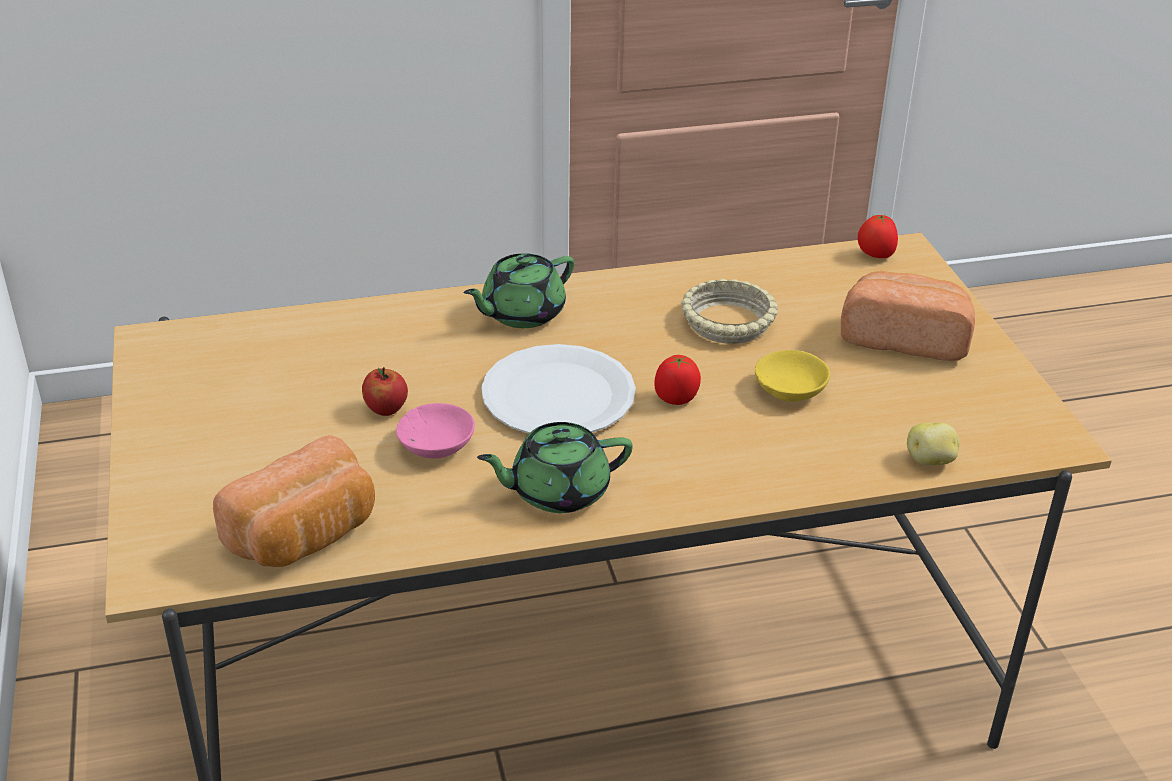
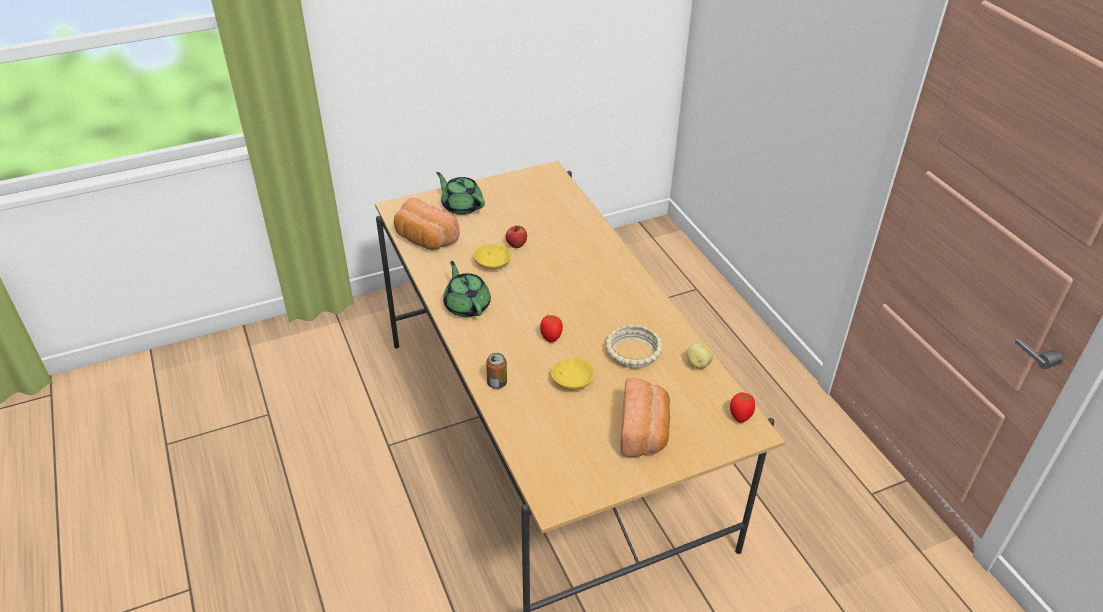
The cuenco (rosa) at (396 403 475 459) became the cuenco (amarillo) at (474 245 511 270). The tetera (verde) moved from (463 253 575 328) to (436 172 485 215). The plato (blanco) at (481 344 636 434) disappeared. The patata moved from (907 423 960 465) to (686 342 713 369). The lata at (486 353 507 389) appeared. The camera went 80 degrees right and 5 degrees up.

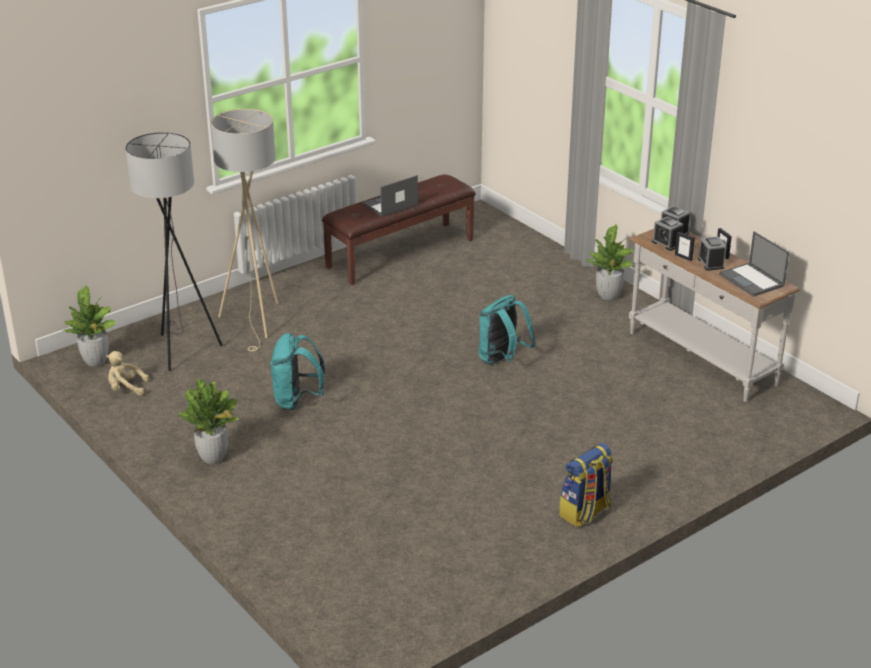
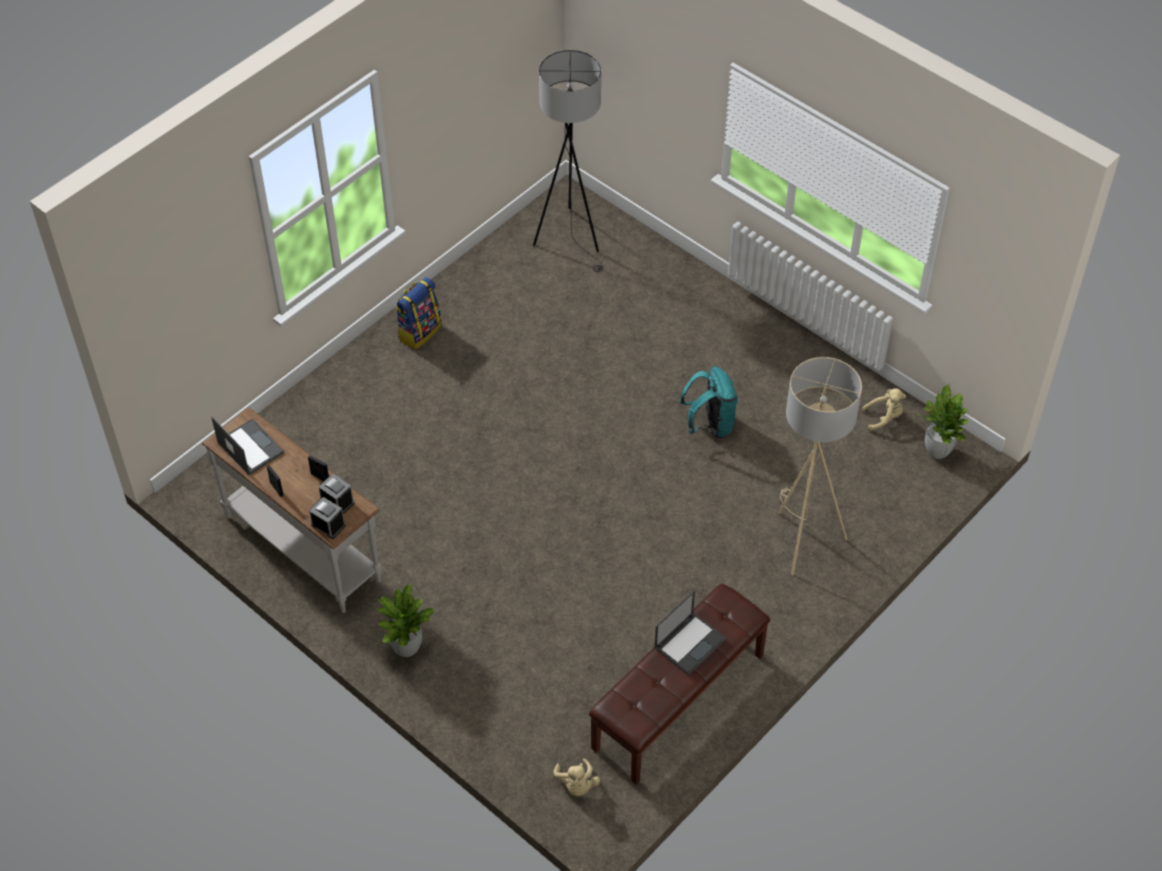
The lámpara de pie (gris) moved from (125 132 223 371) to (533 50 603 272). The planta en maceta at (179 379 238 464) disappeared. The mochila (turquesa) at (479 295 536 364) disappeared. The despertador at (698 236 726 271) disappeared. The peluche (beis) at (554 758 600 796) appeared. The camera went 170 degrees right and 20 degrees up.

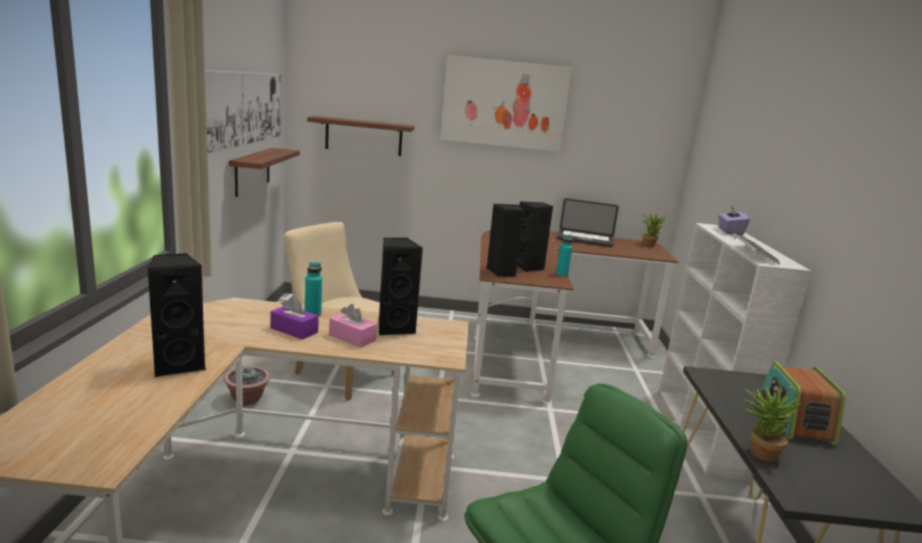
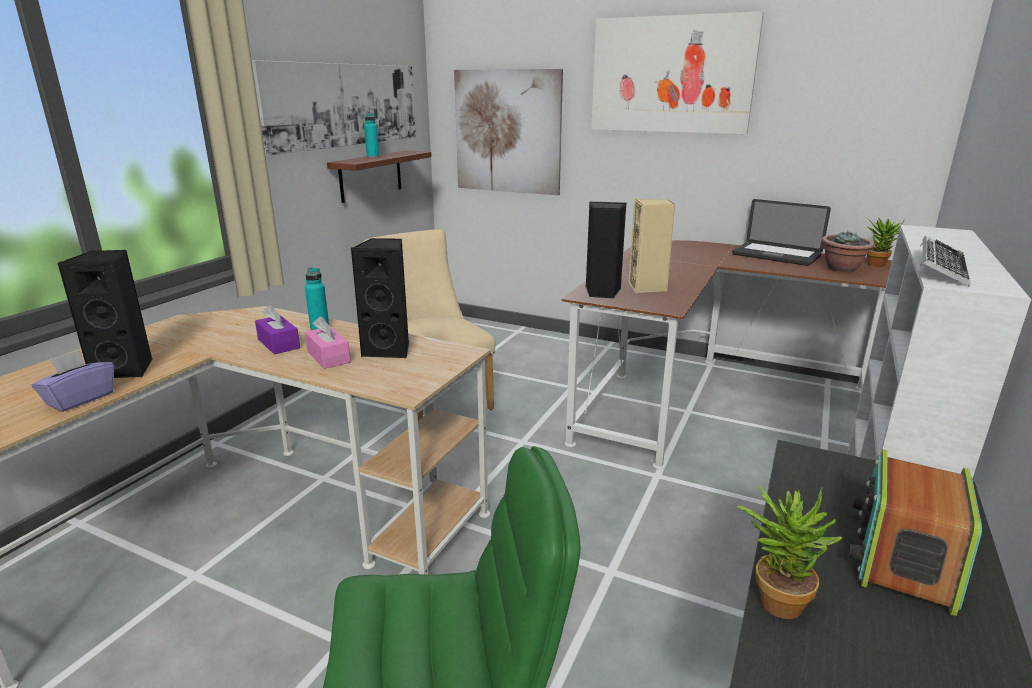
The planta en maceta moved from (224 366 270 405) to (822 231 875 273). The estante at (307 116 415 156) was replaced by the cuadro at (454 69 563 195). The altavoz (negro) at (517 201 553 272) became the altavoz (beis) at (628 199 675 293). The botella (turquesa) moved from (556 235 573 277) to (364 113 379 158). The caja de pañuelos (morado) moved from (718 205 750 235) to (32 350 114 412). The camera went 25 degrees right and 5 degrees up.

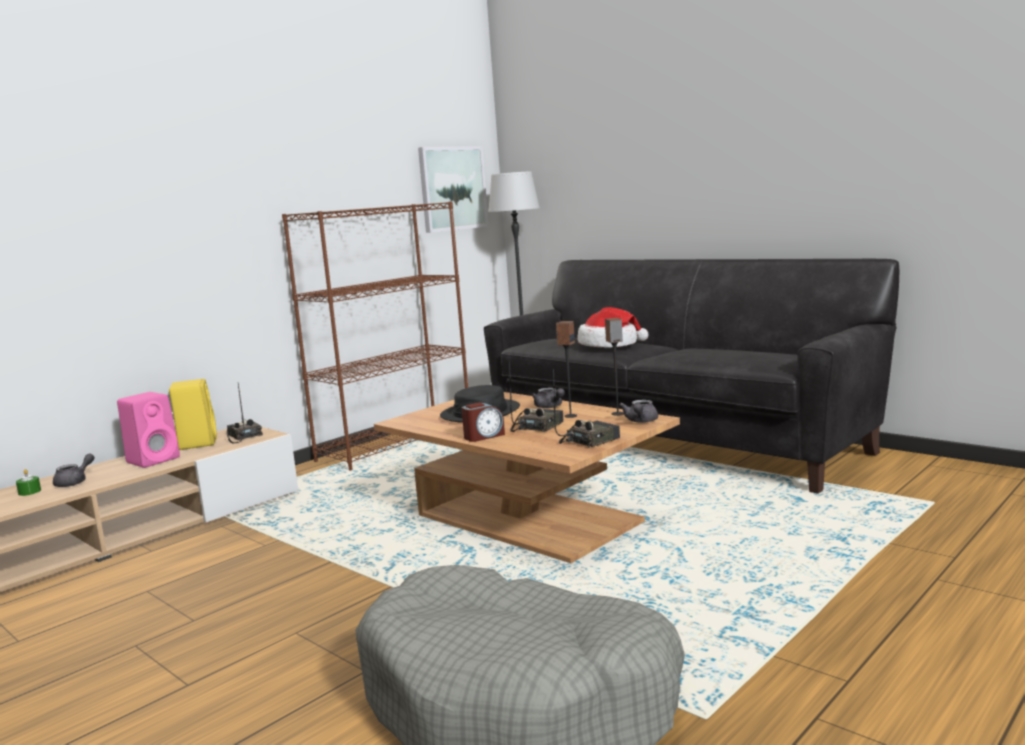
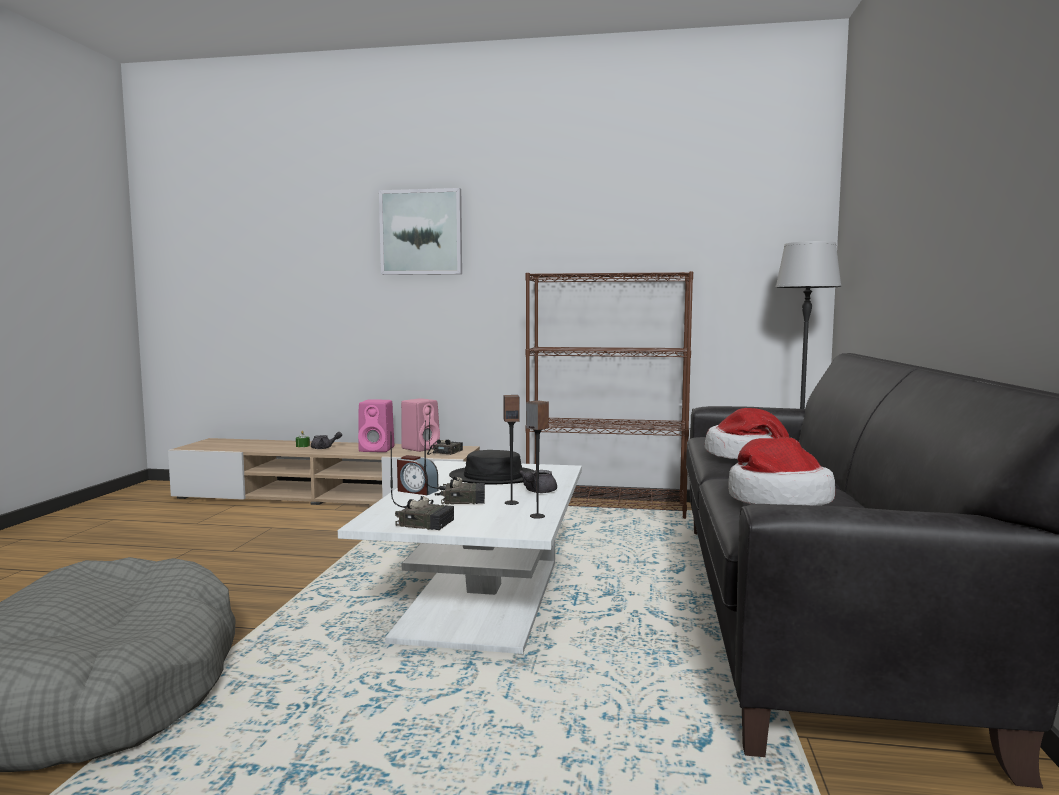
The altavoz (amarillo) at (169 379 217 450) became the altavoz (rosa) at (401 398 440 452). The mesa de centro (marrón) at (374 392 680 563) became the mesa de centro (blanco) at (338 461 582 654). The cuadro moved from (418 146 489 233) to (379 188 462 275). The tetera (gris) at (619 400 658 423) disappeared. The sombrero at (728 437 835 506) appeared. The camera went 55 degrees right and 5 degrees down.

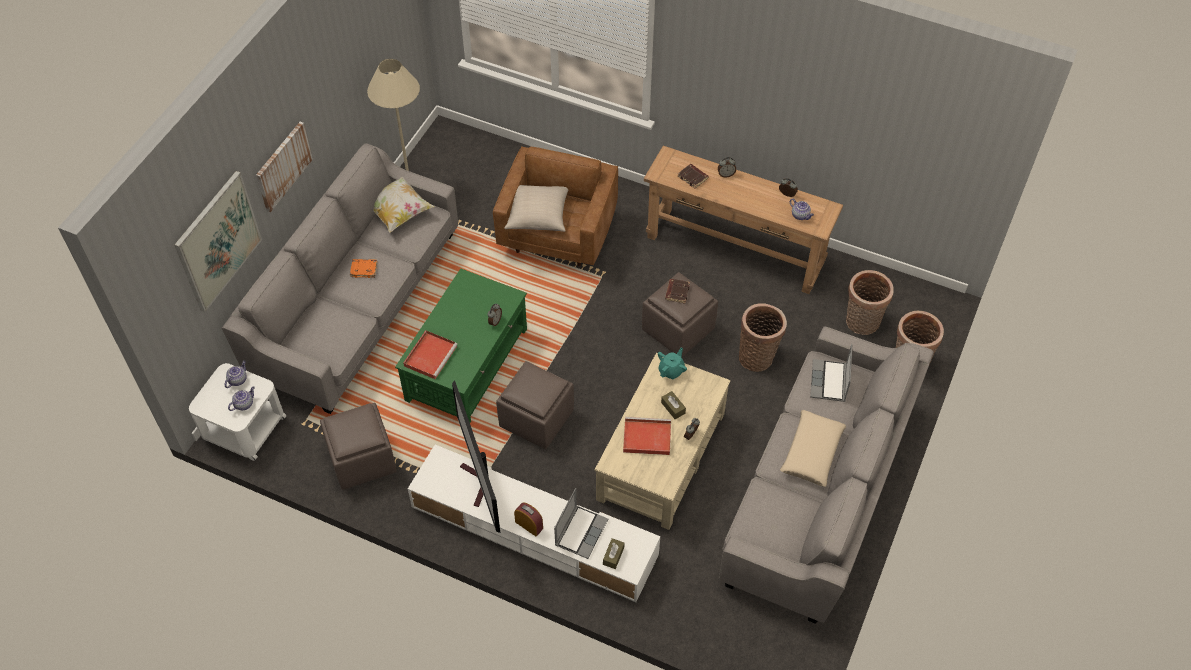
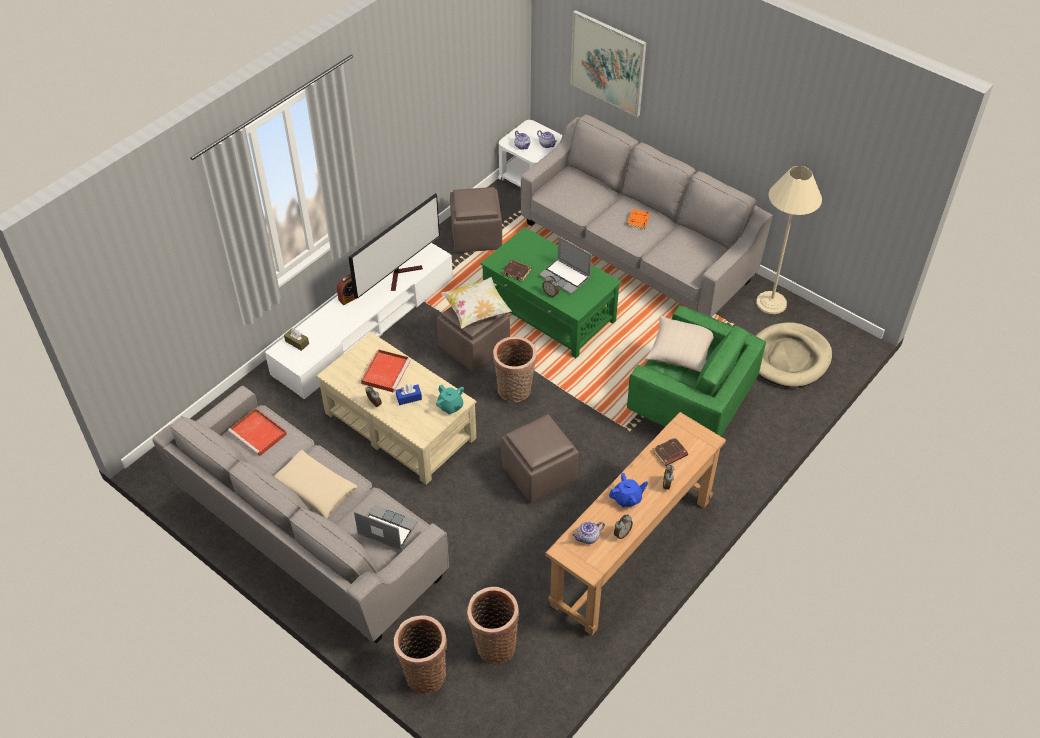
The cuadro at (256 122 313 212) disappeared. The cojín moved from (373 176 435 233) to (441 277 512 329). The bandeja (rojo) moved from (403 330 458 379) to (228 408 287 457). The televisor at (452 381 500 533) turned 135 degrees clockwise. The sillón (marrón) at (493 146 618 266) became the sillón (verde) at (627 305 766 436). The portátil moved from (554 488 608 559) to (539 236 591 294). The caja de pañuelos (marrón) at (661 391 686 419) became the caja de pañuelos (azul) at (396 384 422 405). The libro (marrón) moved from (665 279 690 304) to (502 260 531 282). The cesta moved from (739 303 787 372) to (493 336 537 402). The tetera (azul) at (609 473 648 507) appeared. The cama para perro (beis) at (756 322 832 387) appeared. The camera went 105 degrees right and 5 degrees down.

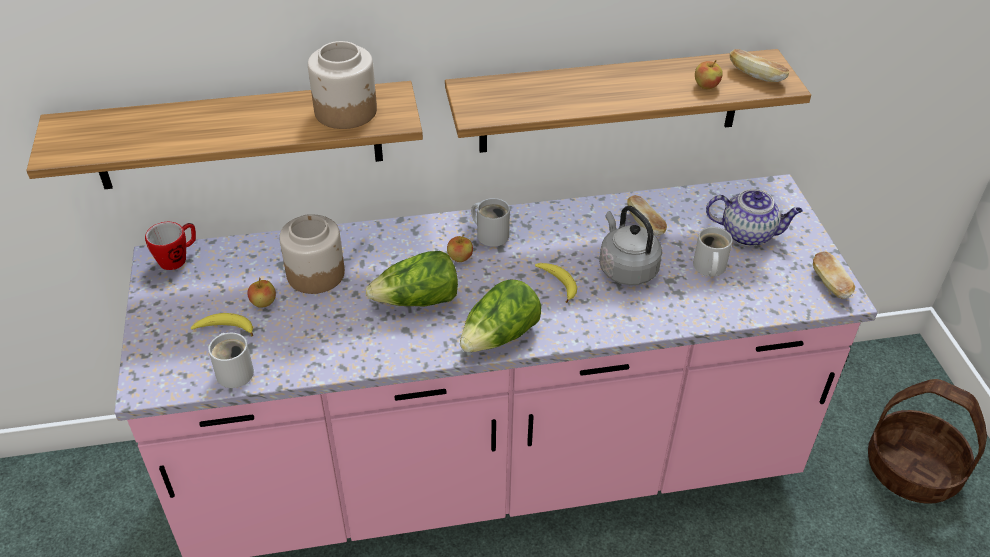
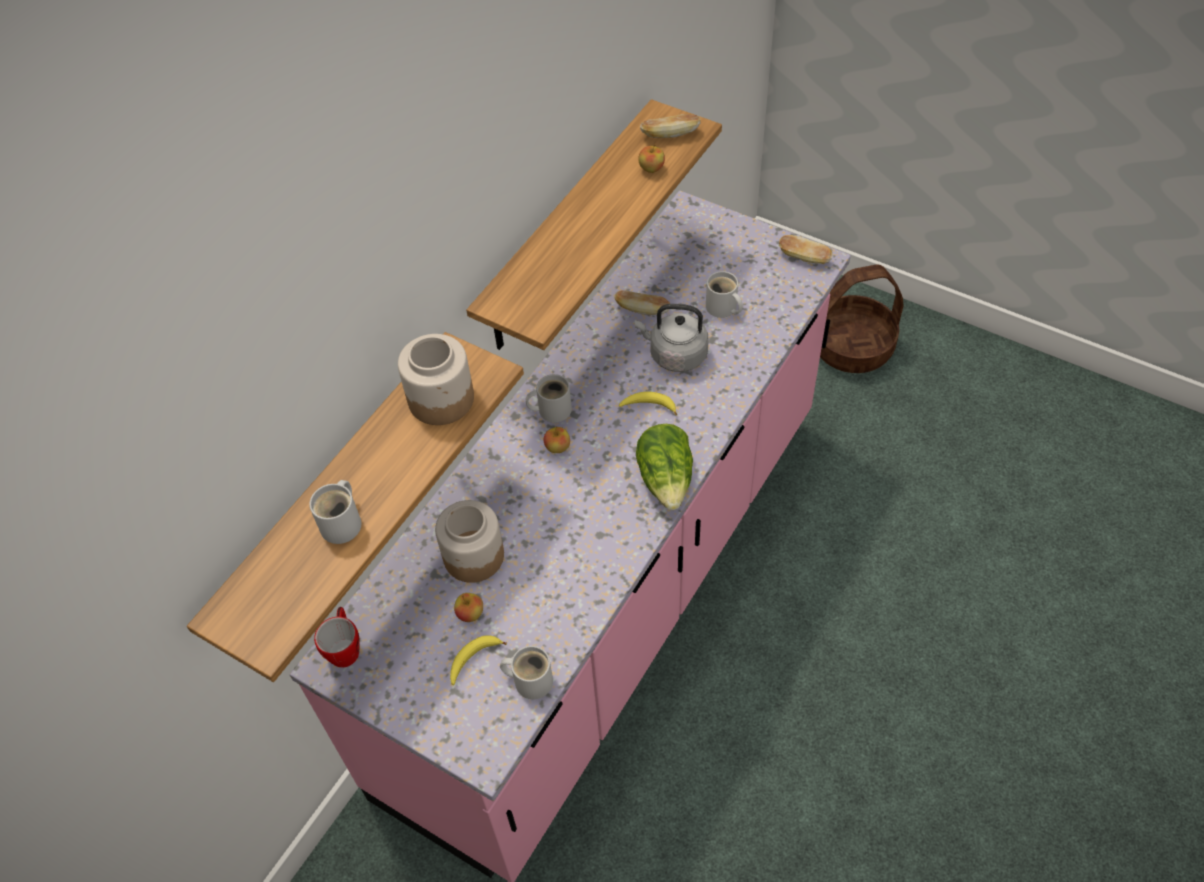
The lechuga at (366 251 458 307) disappeared. The tetera at (706 189 803 246) disappeared. The taza grande (blanco) at (309 480 361 544) appeared. The camera went 45 degrees left and 10 degrees up.

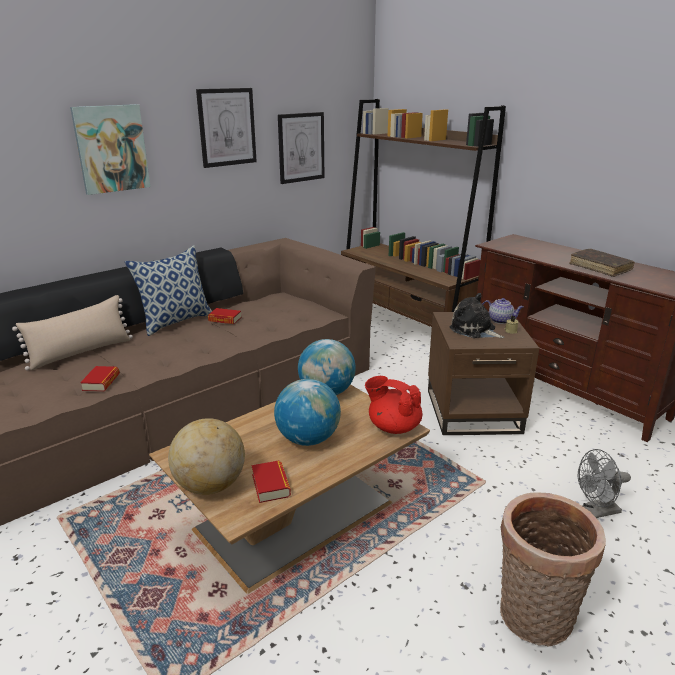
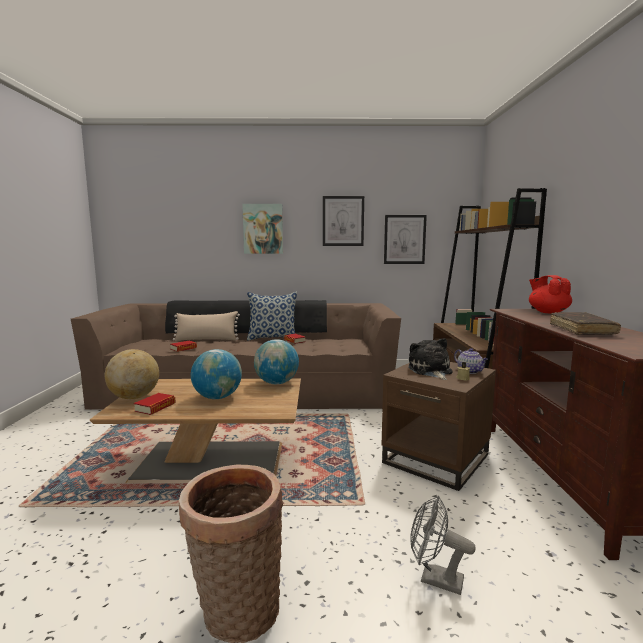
The tetera (rojo) moved from (365 376 422 434) to (529 275 572 314). The camera went 40 degrees right and 15 degrees down.

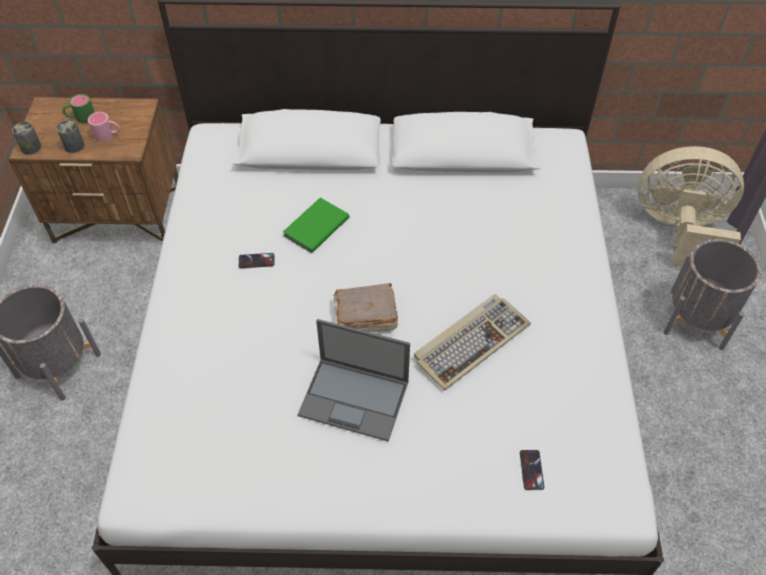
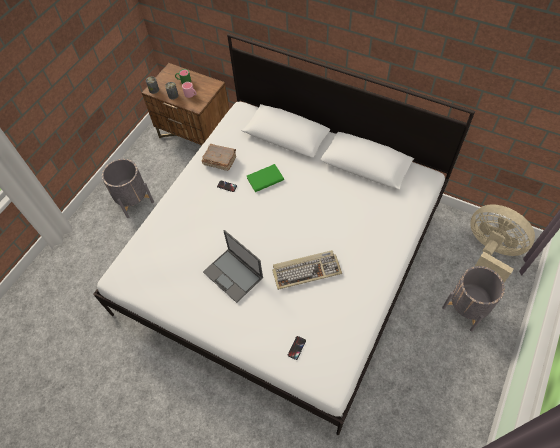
The libro (marrón) moved from (333 283 398 332) to (202 144 236 171). The camera went 30 degrees right and 5 degrees up.

